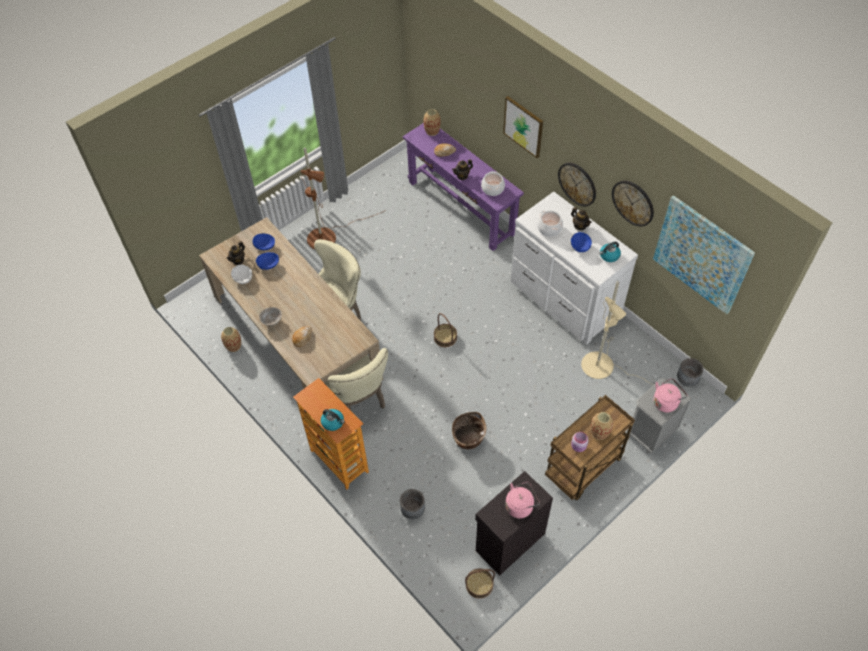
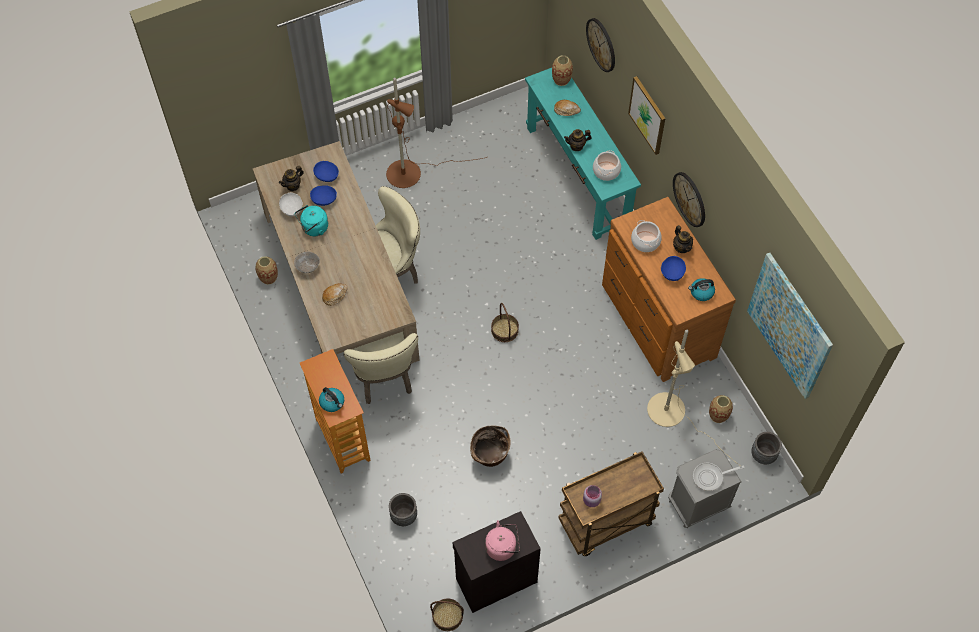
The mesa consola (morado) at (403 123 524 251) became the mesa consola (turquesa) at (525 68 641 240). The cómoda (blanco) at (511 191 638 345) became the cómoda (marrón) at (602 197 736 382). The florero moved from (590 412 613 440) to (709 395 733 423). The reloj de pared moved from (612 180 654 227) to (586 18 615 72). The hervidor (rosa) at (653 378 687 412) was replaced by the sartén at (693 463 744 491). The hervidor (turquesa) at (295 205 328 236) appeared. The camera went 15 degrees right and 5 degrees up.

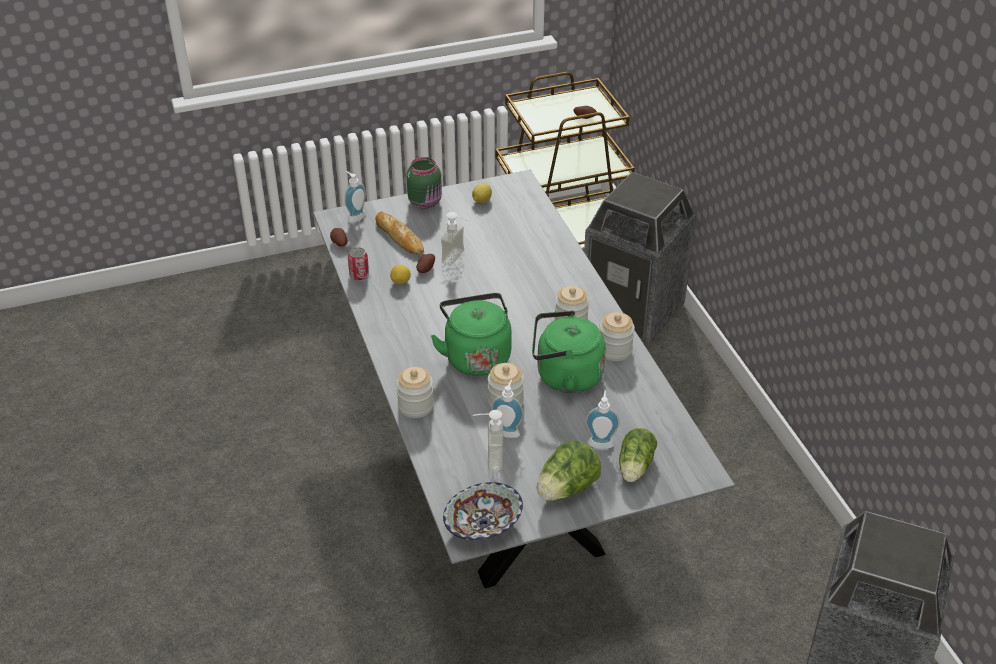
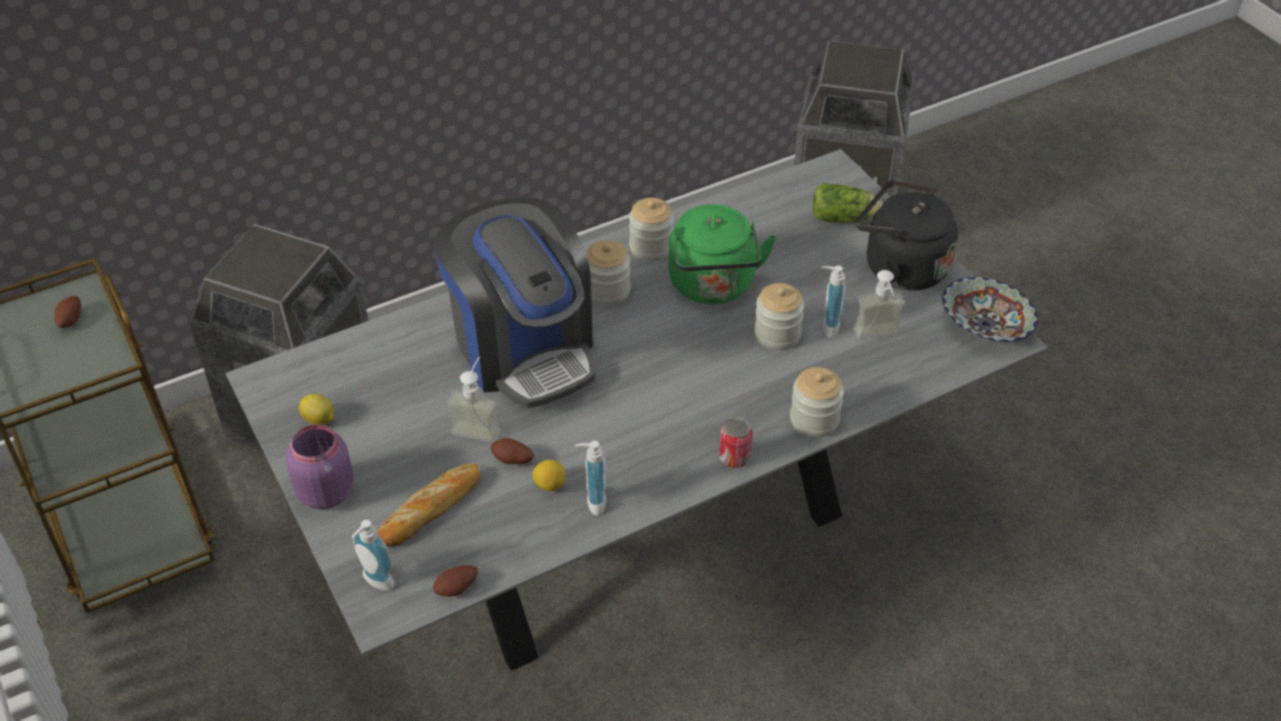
The lata moved from (348 247 369 281) to (719 417 753 468). The tarro (verde) at (406 157 442 209) became the tarro (morado) at (286 425 354 509). The hervidor (verde) at (431 293 512 376) disappeared. The lechuga at (537 440 601 501) was replaced by the hervidor (negro) at (856 180 958 291). The dispensador de jabón moved from (586 390 620 449) to (575 441 606 516). The cafetera at (433 198 595 408) appeared. The camera went 100 degrees left and 5 degrees up.

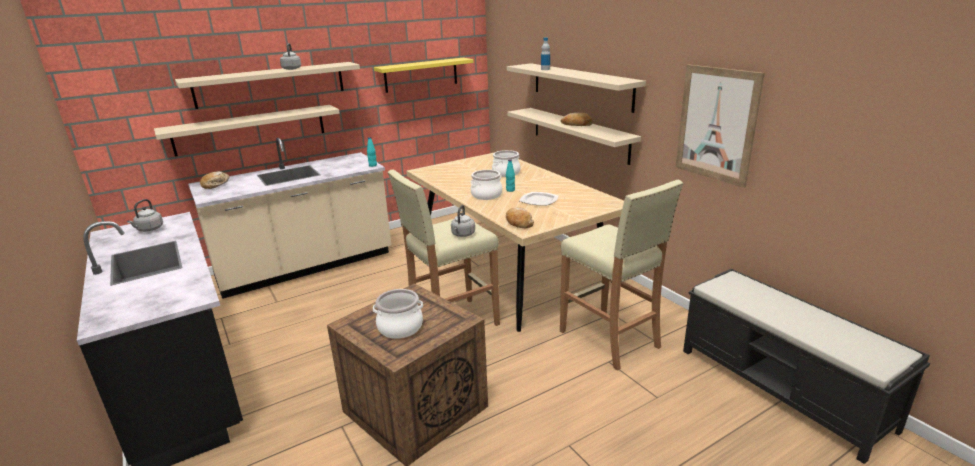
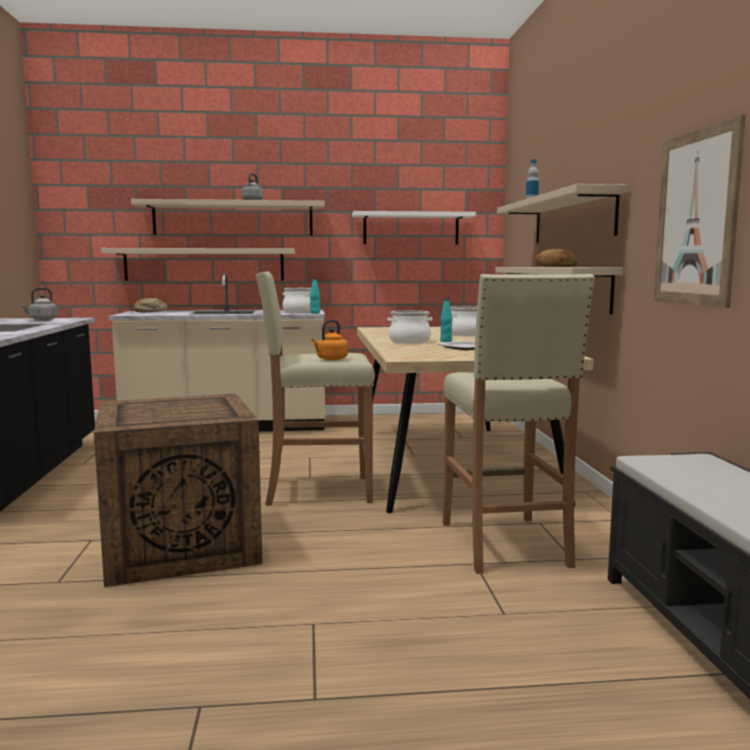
The olla moved from (373 289 423 339) to (283 288 311 313). The estante (amarillo) at (374 58 474 93) became the estante (blanco) at (352 211 476 245). The hervidor (gris) at (451 205 475 237) became the hervidor (naranja) at (311 320 348 360). The pan at (506 208 534 228) disappeared. The camera went 25 degrees right and 15 degrees down.

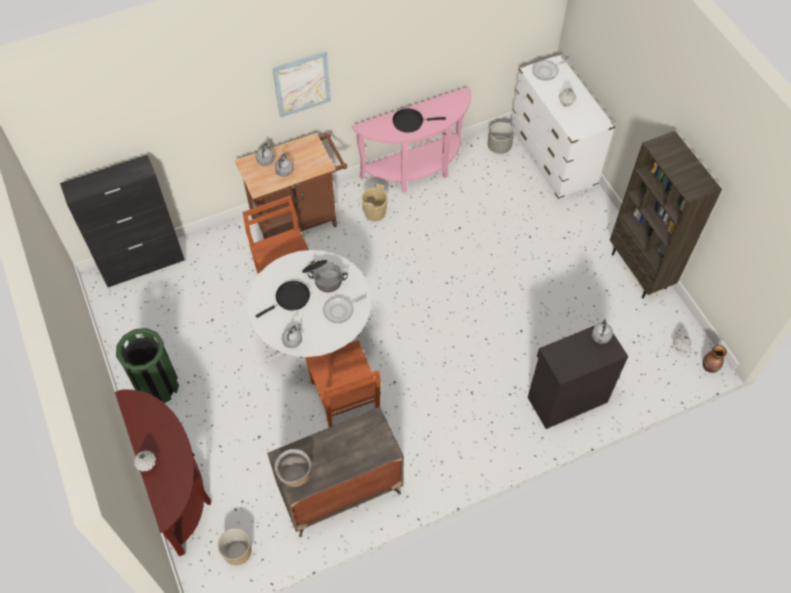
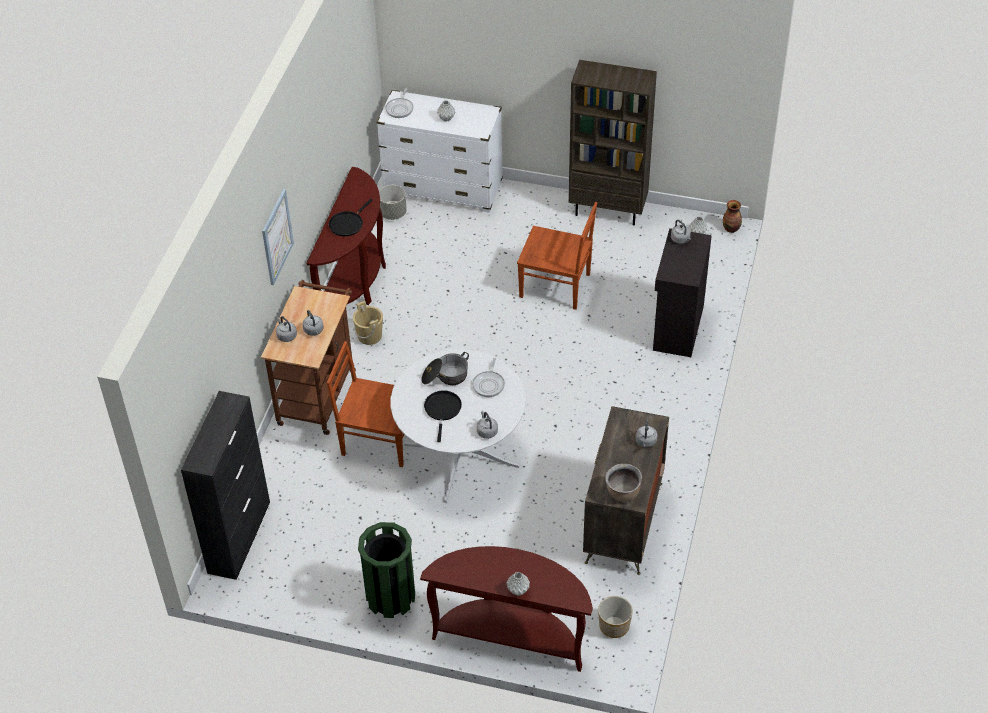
The silla (marrón) moved from (305 340 381 427) to (517 202 597 310). The mesa consola (rosa) at (352 87 471 193) became the mesa consola (marrón) at (306 167 386 305). The hervidor (gris) at (636 420 658 447) appeared. The camera went 50 degrees left and 10 degrees down.

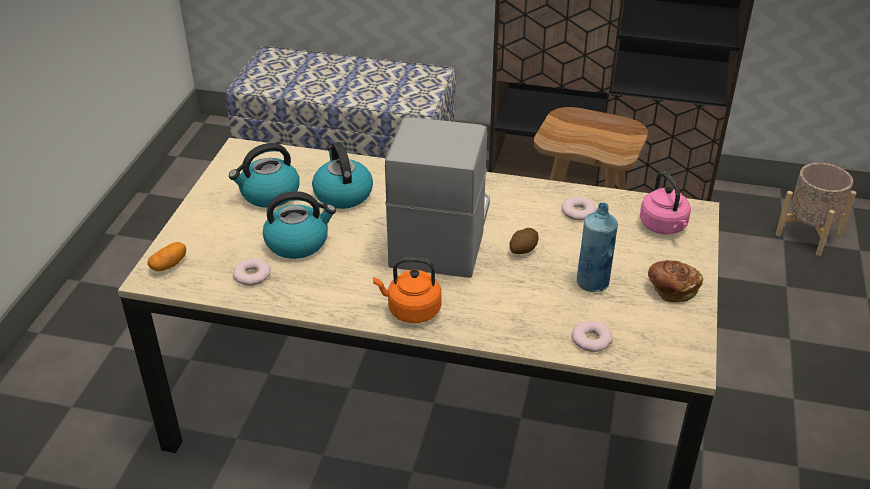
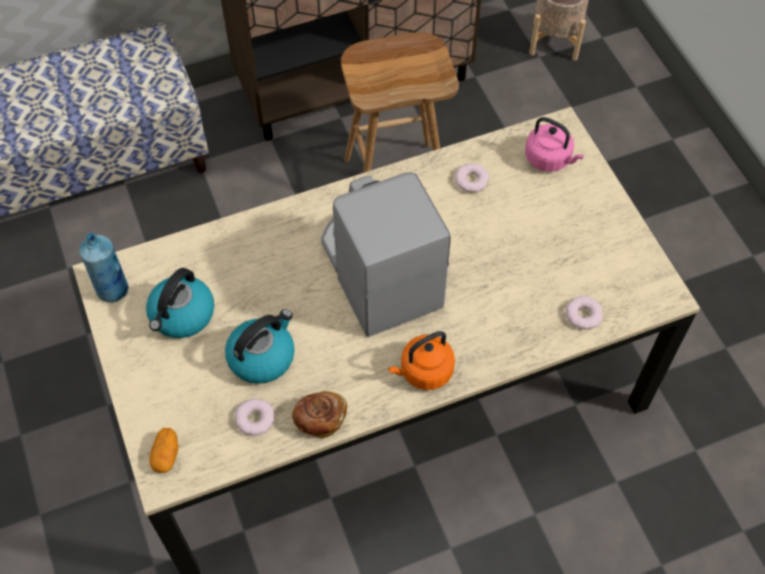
The hervidor at (312 142 373 209) disappeared. The patata at (510 228 539 254) disappeared. The botella (azul) moved from (577 203 618 292) to (79 233 128 303). The pan moved from (648 260 703 302) to (292 391 347 439). The camera went 35 degrees left and 20 degrees up.

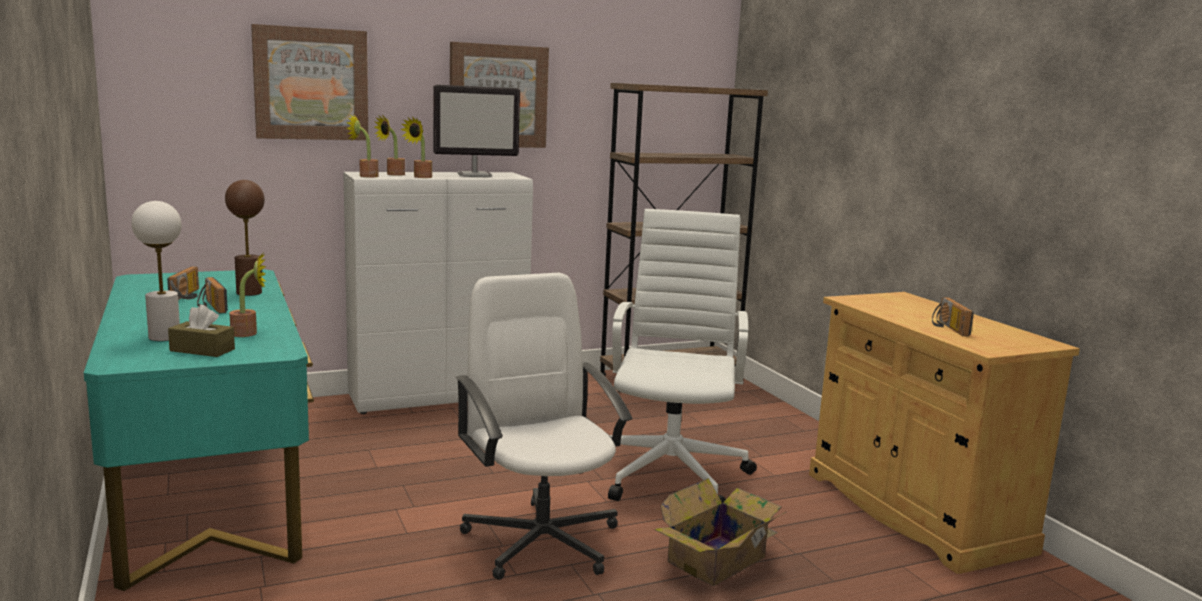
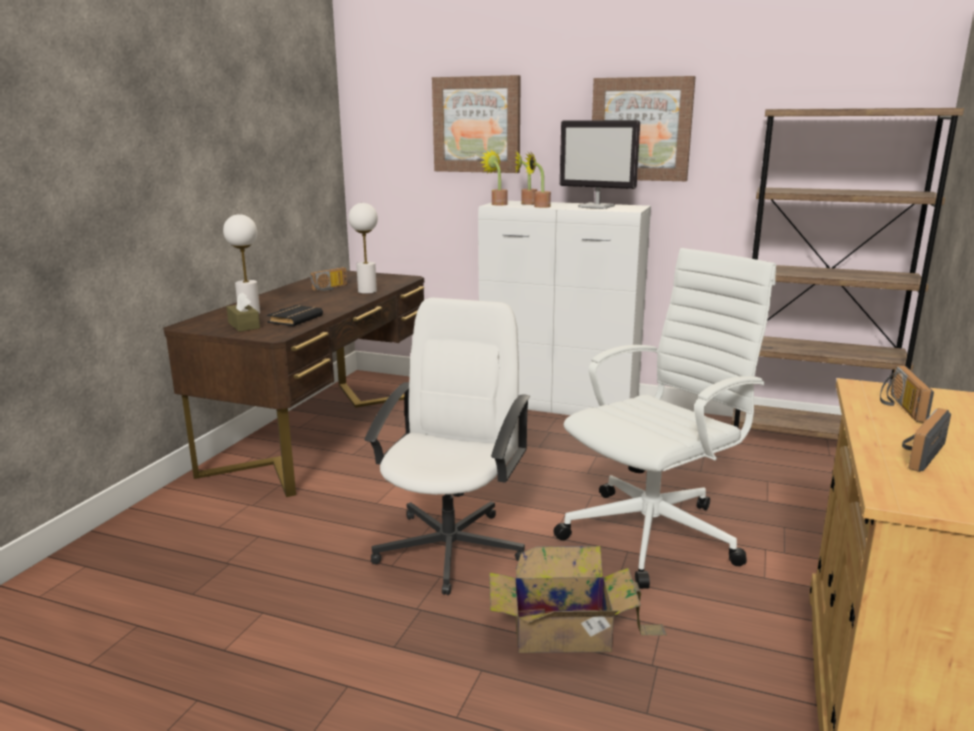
The escritorio (turquesa) at (84 269 314 591) became the escritorio (marrón) at (163 271 424 497). The radio moved from (197 277 228 313) to (880 366 934 422). The lámpara de mesa (marrón) at (225 180 265 296) became the lámpara de mesa (blanco) at (349 203 378 294). The planta en maceta at (229 253 266 337) was replaced by the libro (negro) at (267 305 323 326). The camera went 45 degrees right and 5 degrees up.

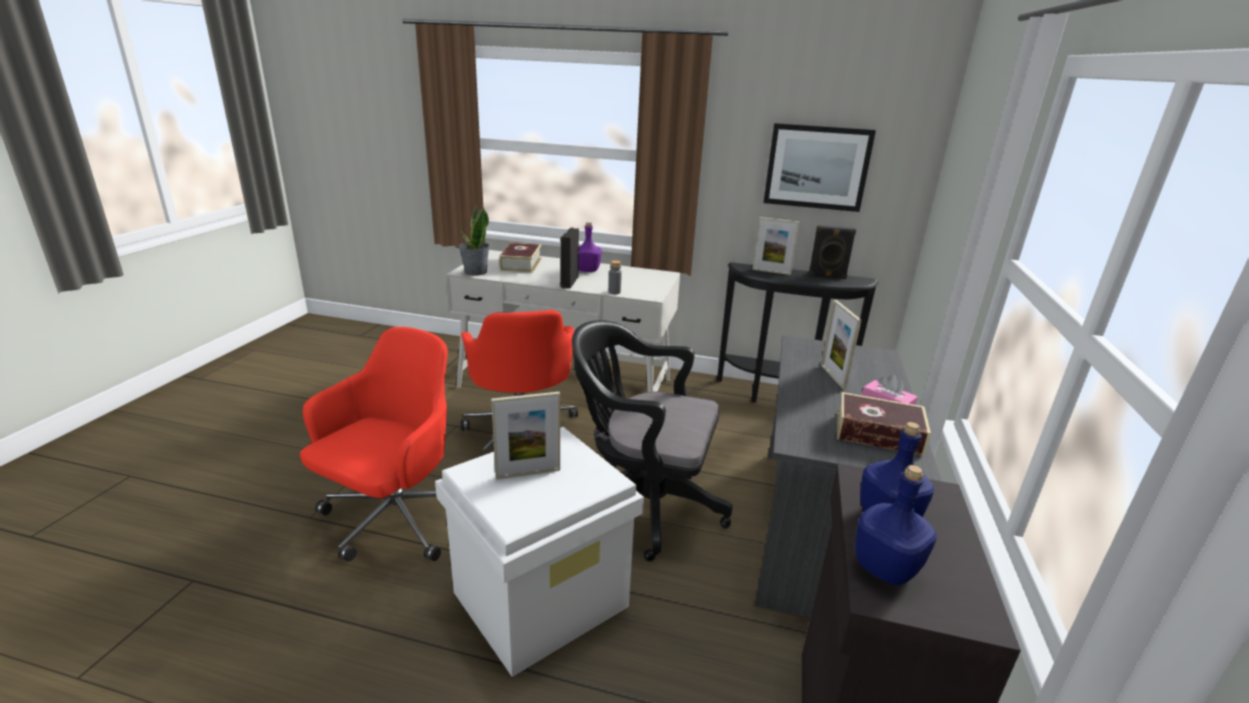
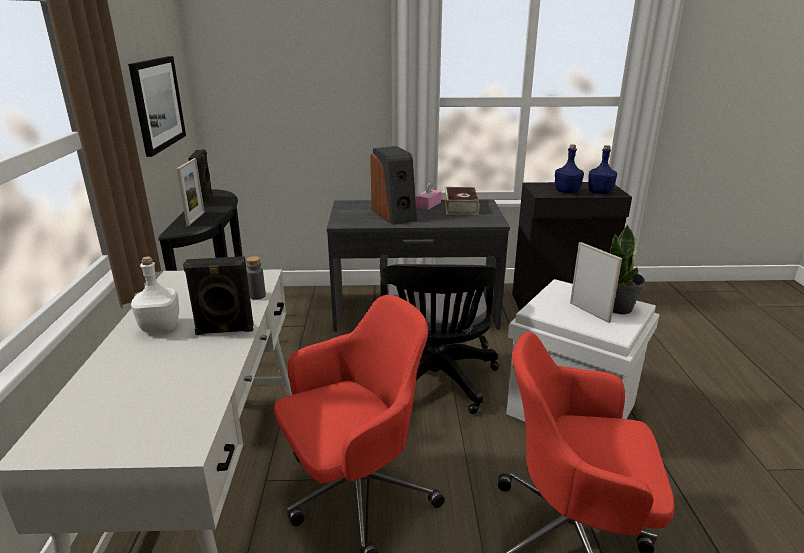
The planta en maceta moved from (458 206 490 276) to (610 225 645 314). The libro at (499 243 542 273) disappeared. The botella (morado) at (578 222 602 272) became the botella (blanco) at (131 256 179 333). The portarretratos at (821 300 862 390) was replaced by the altavoz at (370 146 417 225). The camera went 105 degrees left and 0 degrees up.

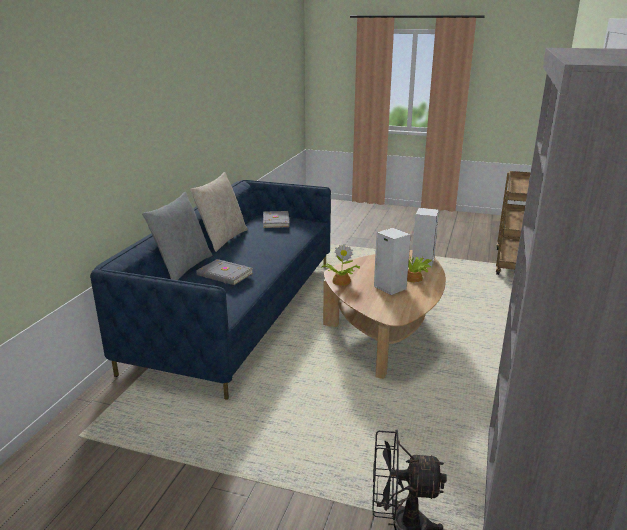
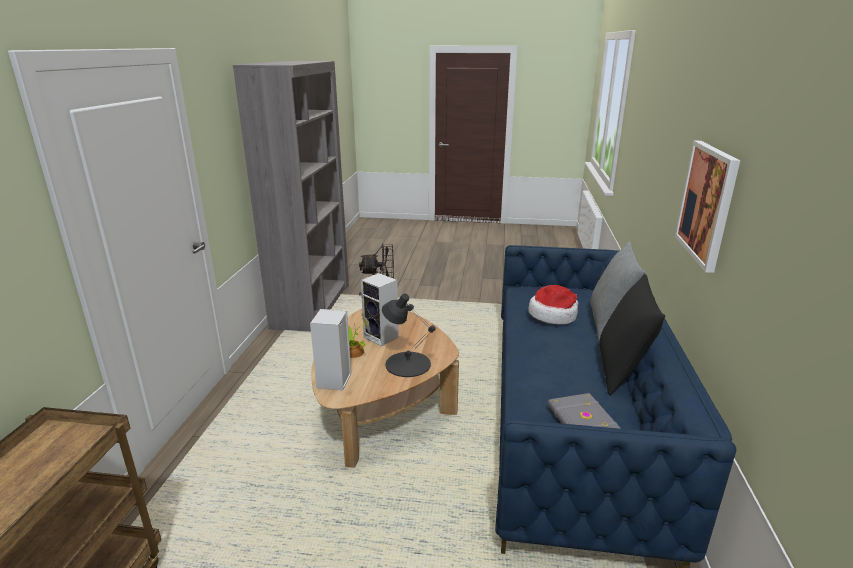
The cojín (beis) at (190 172 248 252) became the cojín (negro) at (599 274 665 395). The libro (gris) at (196 259 253 285) was replaced by the sombrero at (528 285 578 325). The planta en maceta at (321 244 360 286) disappeared. The lámpara de mesa (negro) at (382 294 435 377) appeared. The cuadro at (675 141 740 273) appeared. The camera went 170 degrees right and 0 degrees up.

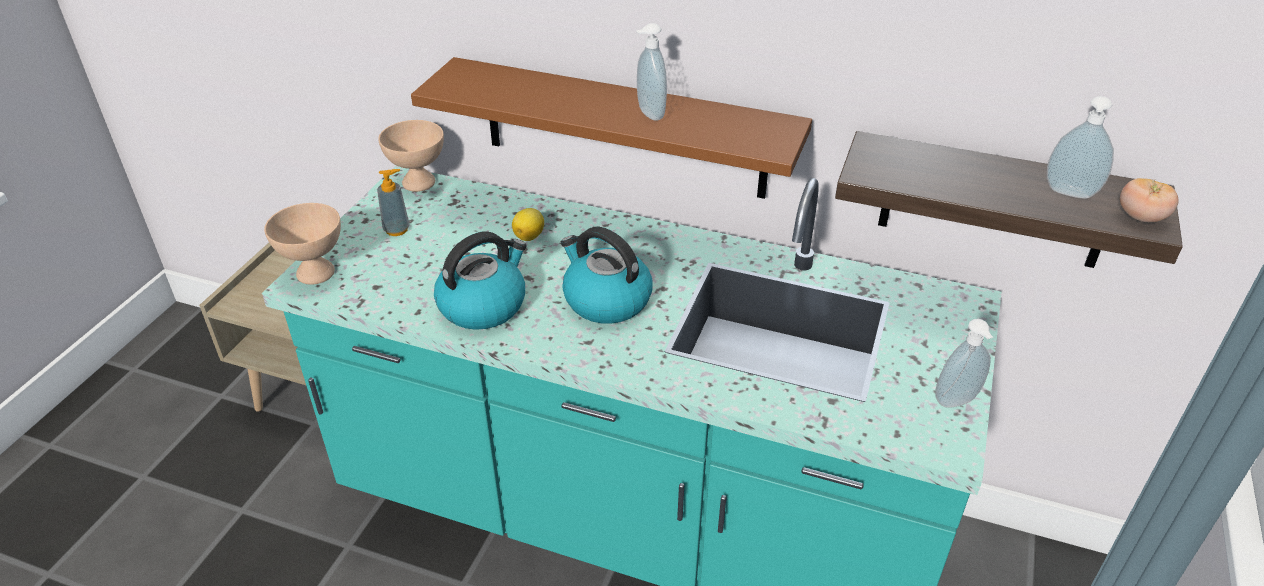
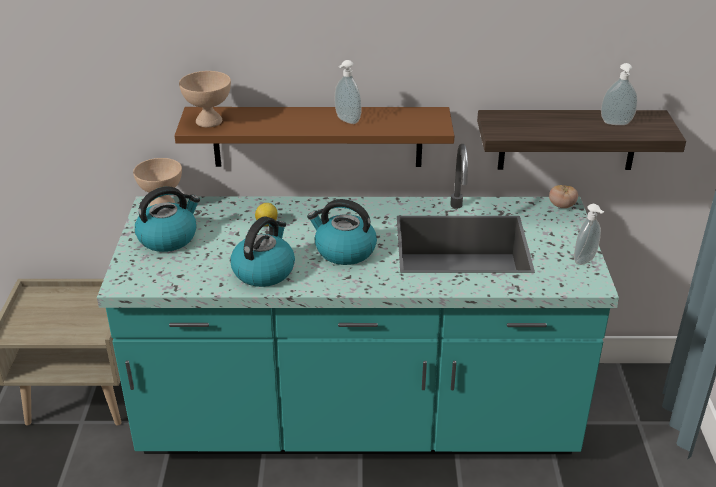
The cuenco (beis) moved from (264 203 341 285) to (179 71 231 128). The dispensador de jabón at (377 169 409 236) was replaced by the hervidor at (135 186 200 252). The tomate moved from (1120 178 1178 222) to (549 185 578 208). The camera went 20 degrees left and 5 degrees down.

